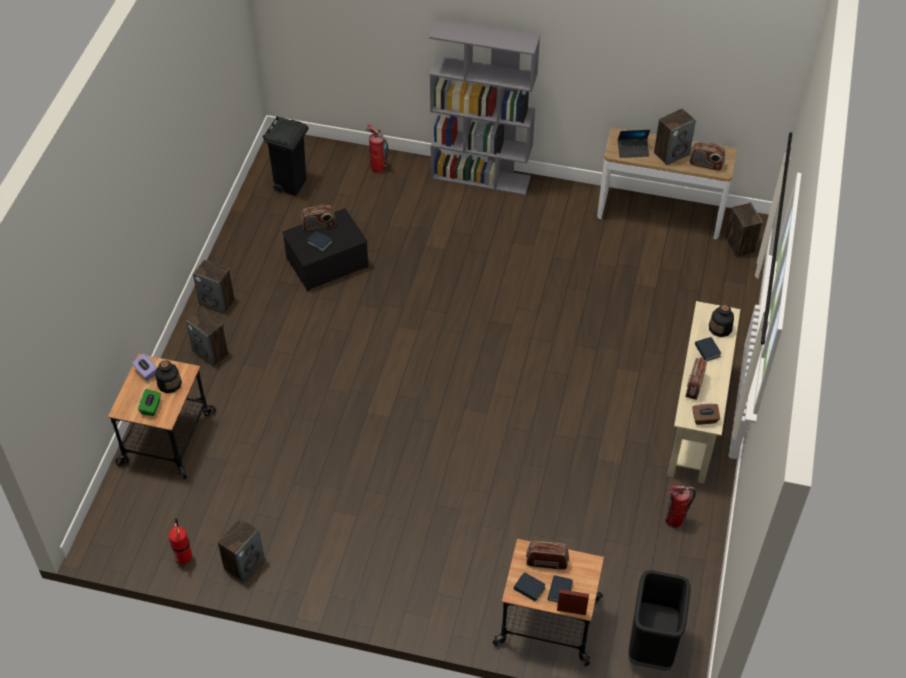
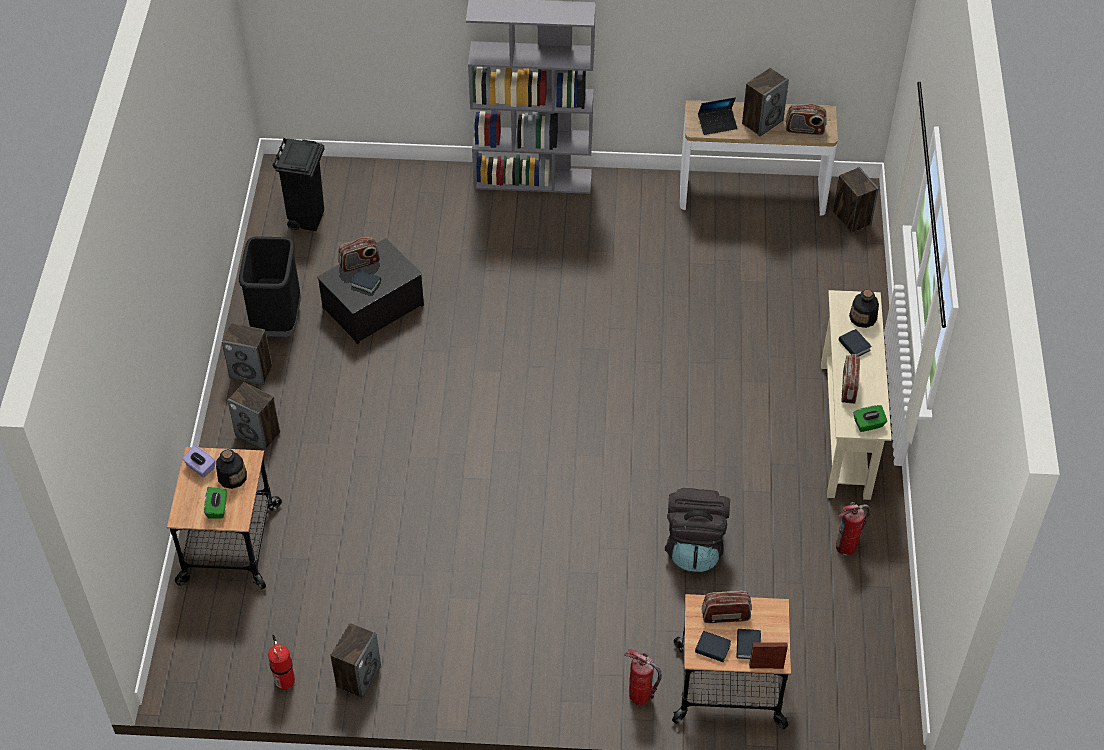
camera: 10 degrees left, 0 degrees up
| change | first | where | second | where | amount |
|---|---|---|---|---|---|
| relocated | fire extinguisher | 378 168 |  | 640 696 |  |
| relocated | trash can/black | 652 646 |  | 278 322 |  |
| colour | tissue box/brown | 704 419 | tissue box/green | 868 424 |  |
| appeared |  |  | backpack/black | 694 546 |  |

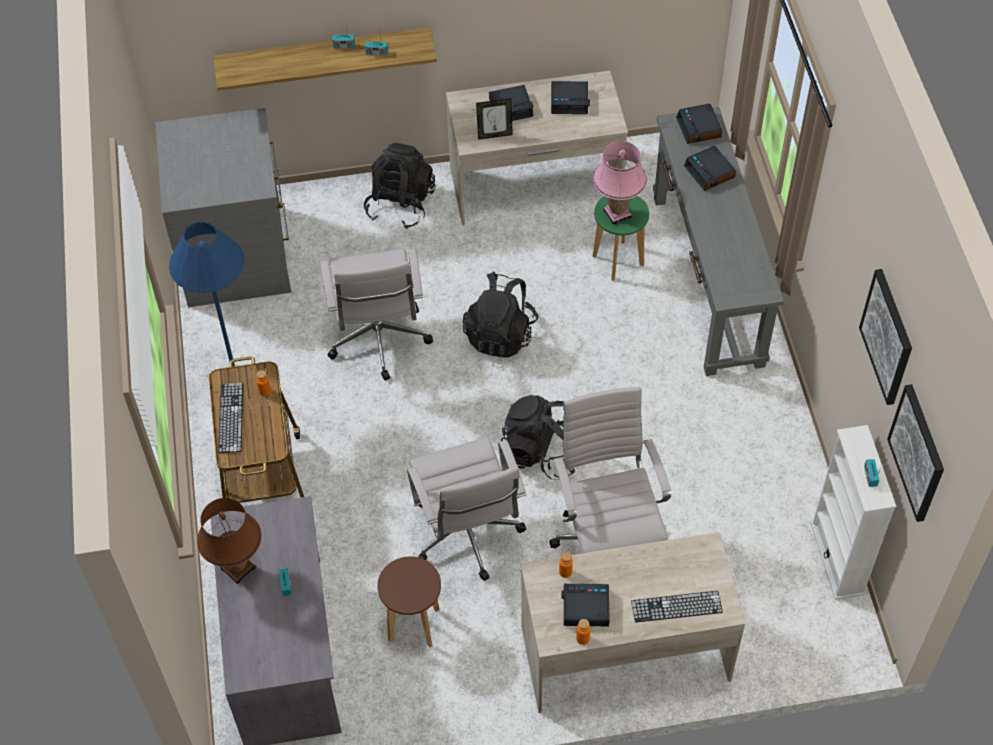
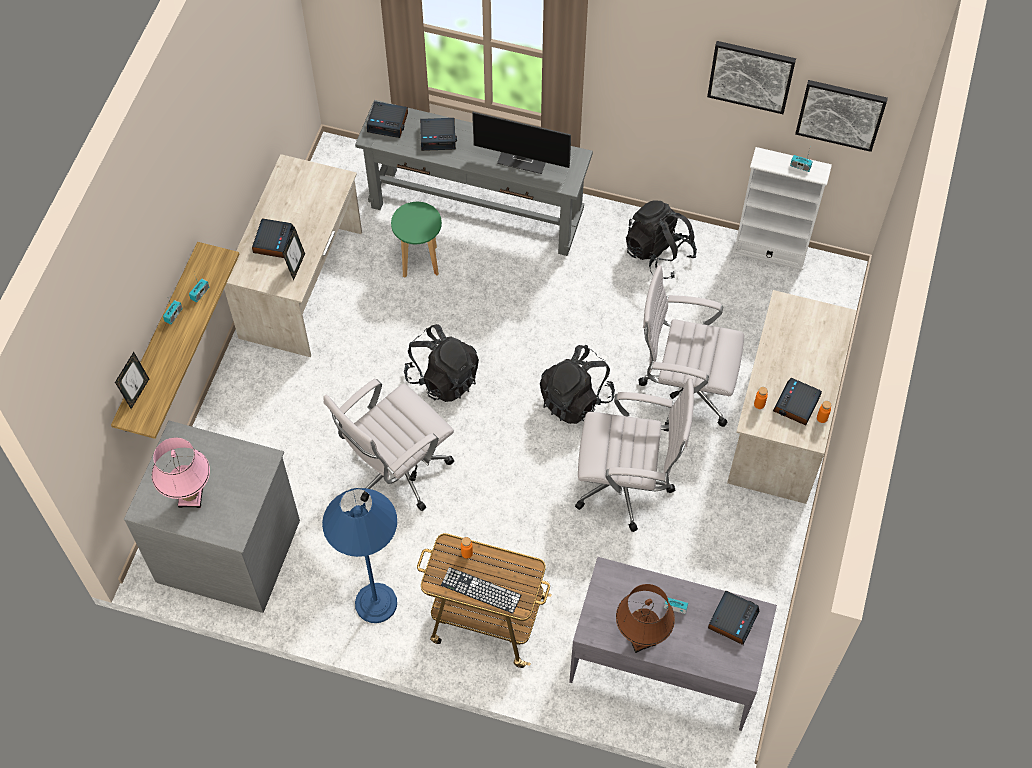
camera: 65 degrees left, 5 degrees up
| change | first | where | second | where | amount |
|---|---|---|---|---|---|
| spun | office chair/white | 379 342 |  | 396 472 | 120 degrees clockwise |
| relocated | backpack/black | 400 204 |  | 658 253 |  |
| missing | stool/brown | 414 624 |  |  |  |
| relocated | alarm clock | 569 101 |  | 732 619 |  |
| relocated | table lamp/pink | 617 213 |  | 190 497 |  |
| missing | keyboard | 676 606 |  |  |  |
| appeared |  |  | picture frame | 137 393 |  |
| appeared |  |  | monitor | 524 158 |  |

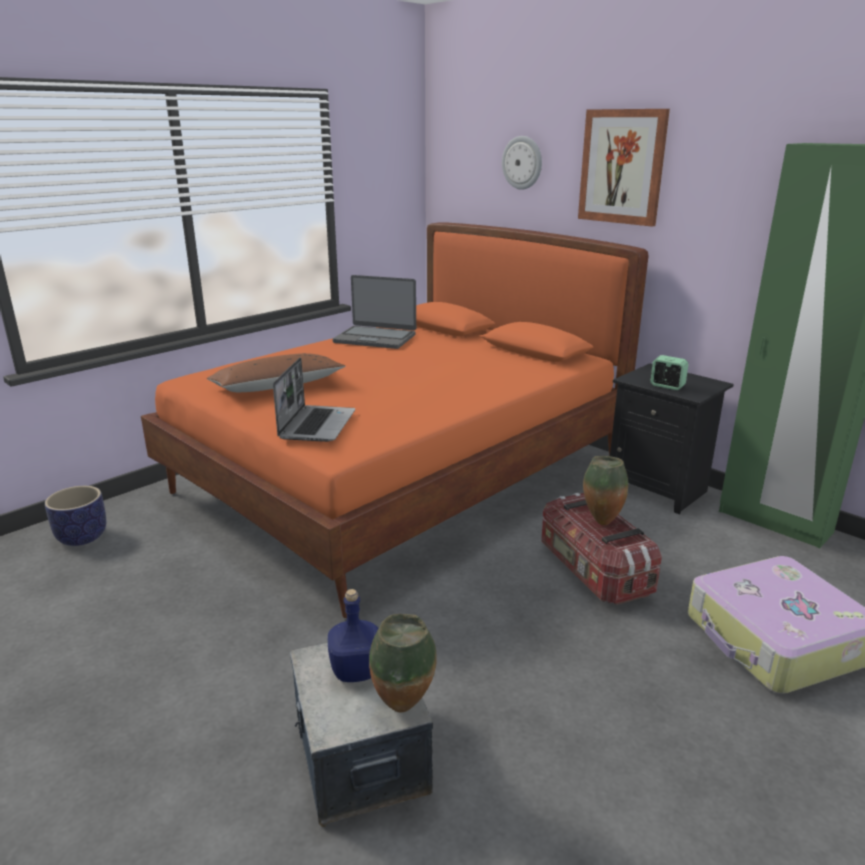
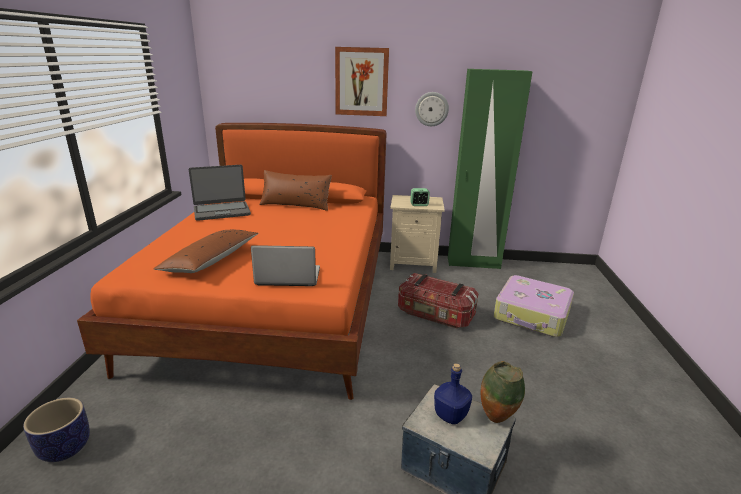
camera: 40 degrees left, 0 degrees up
| change | first | where | second | where | amount |
|---|---|---|---|---|---|
| spun | laptop | 317 424 |  | 287 277 | 60 degrees counterclockwise |
| relocated | wall clock | 522 162 |  | 431 109 |  |
| missing | vase | 600 521 |  |  |  |
| colour | nightstand/black | 658 488 | nightstand/beige | 413 263 |  |
| appeared |  |  | pillow/brown | 296 205 |  |

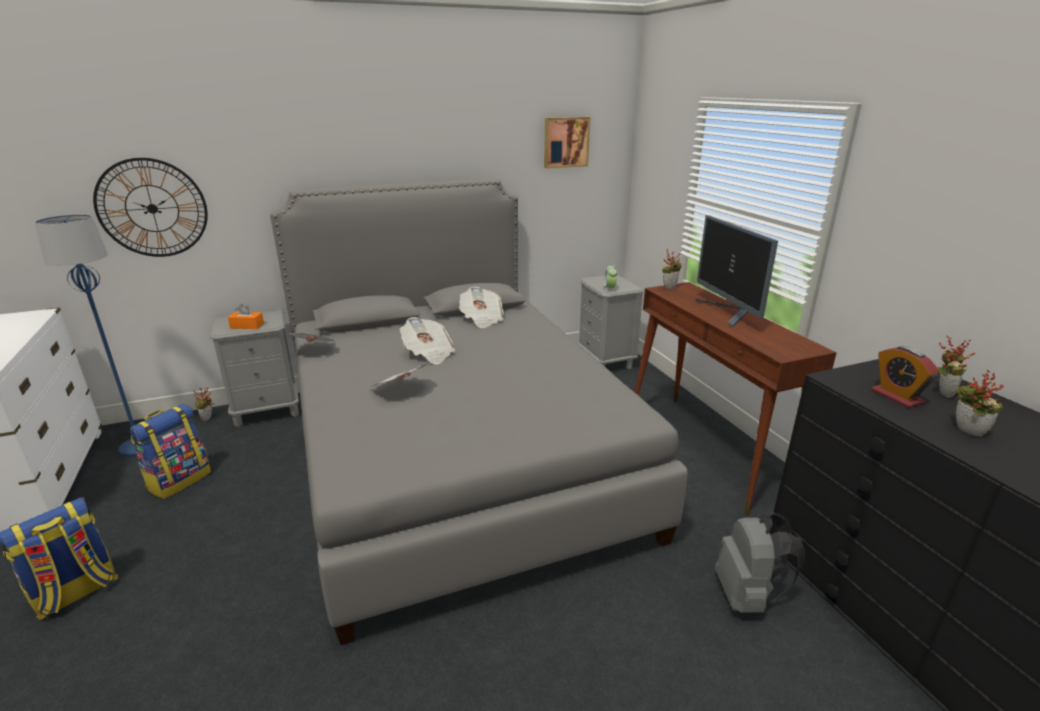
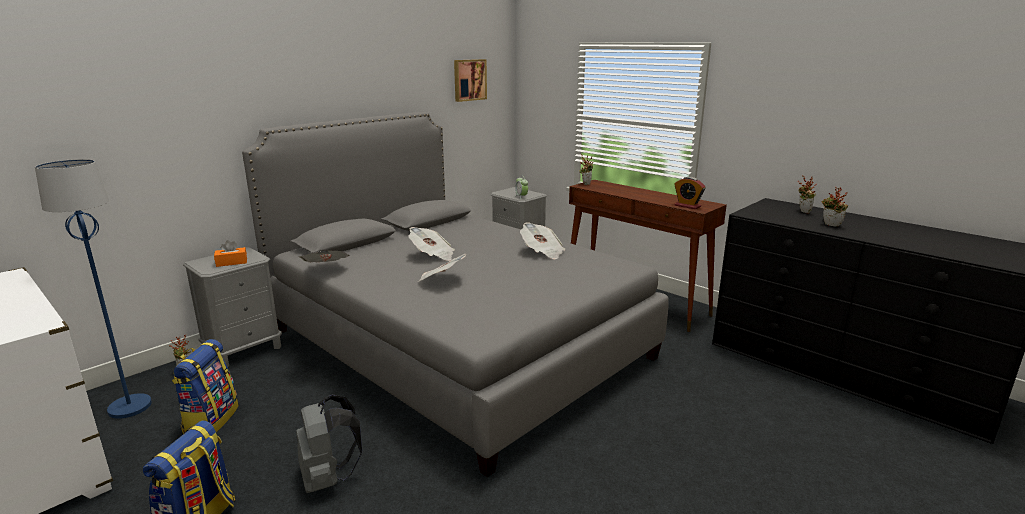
camera: 25 degrees left, 5 degrees down
| change | first | where | second | where | amount |
|---|---|---|---|---|---|
| missing | wall clock | 152 208 |  |  |  |
| relocated | newspaper | 481 319 |  | 542 252 |  |
| missing | monitor | 728 312 |  |  |  |
| relocated | backpack/grey | 747 596 |  | 328 478 |  |
| relocated | alarm clock | 896 397 |  | 687 206 |  |

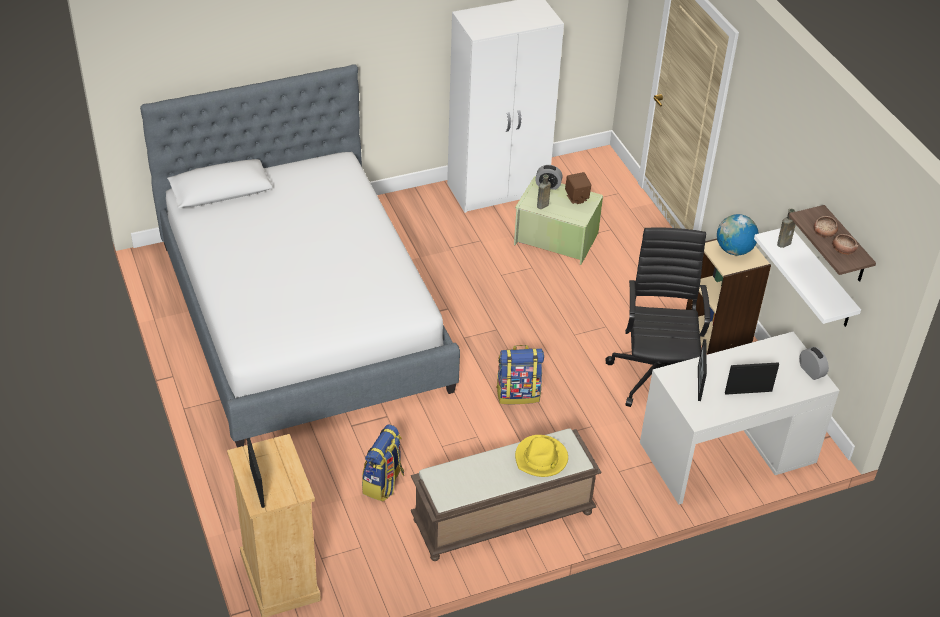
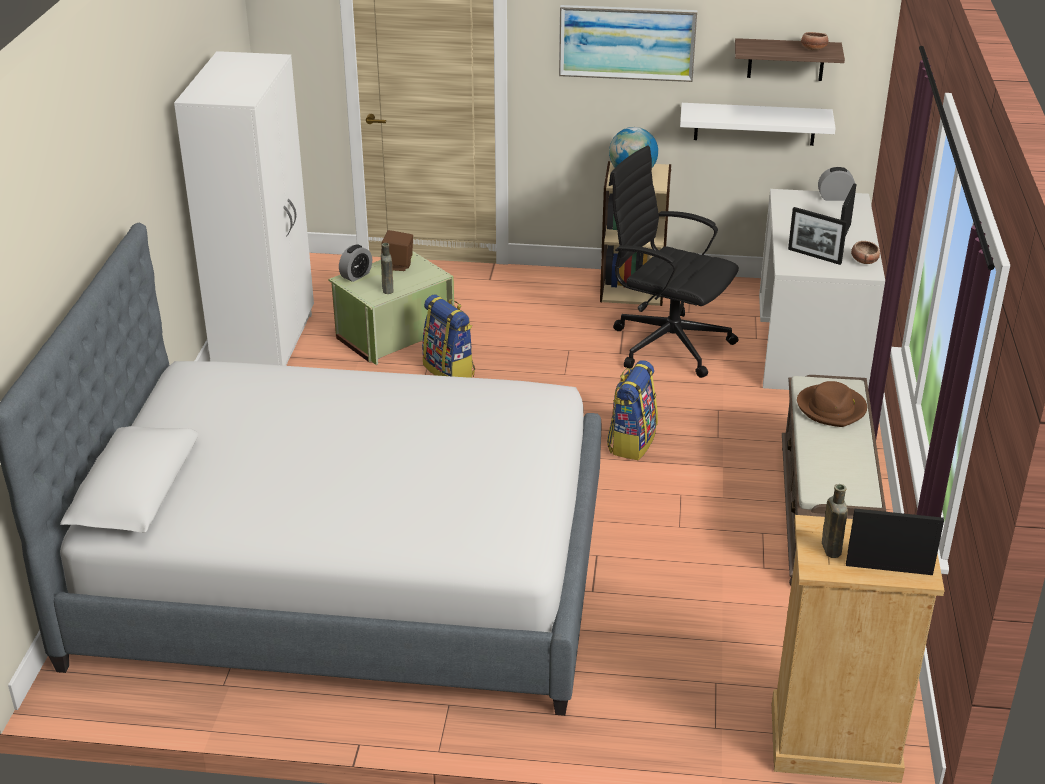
camera: 60 degrees left, 10 degrees down
| change | first | where | second | where | amount |
|---|---|---|---|---|---|
| relocated | backpack | 383 483 |  | 450 370 |  |
| colour | hat/yellow | 541 458 | hat/brown | 831 408 |  |
| relocated | bottle/brown | 784 243 |  | 830 547 |  |
| relocated | bowl | 824 233 |  | 864 261 |  |
| appeared |  |  | picture | 627 42 |  |

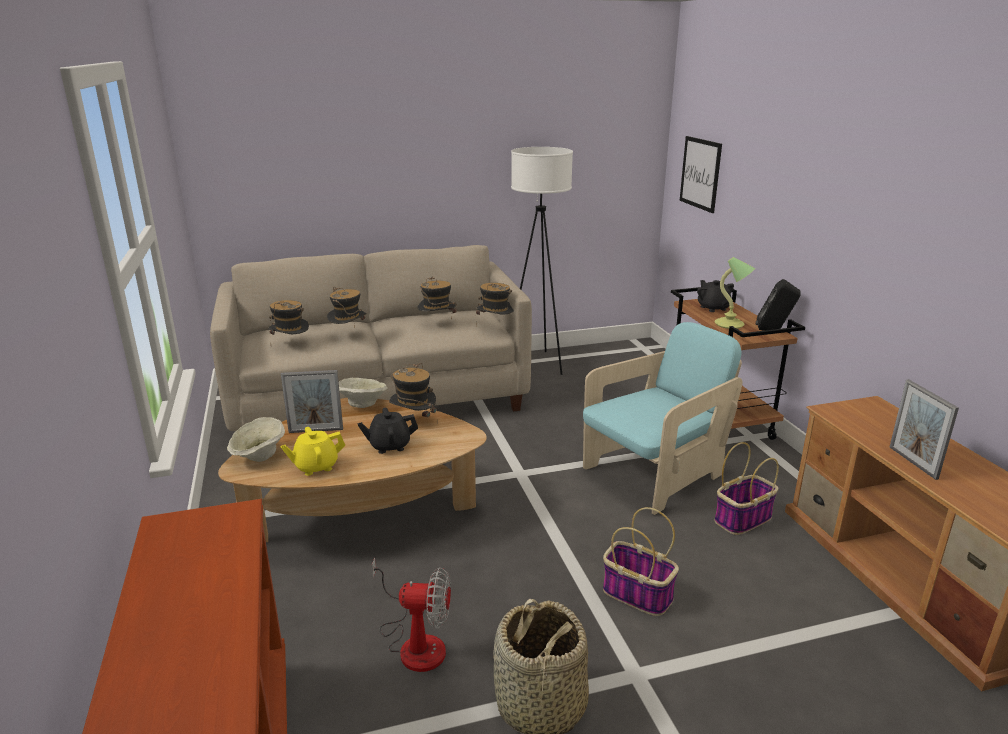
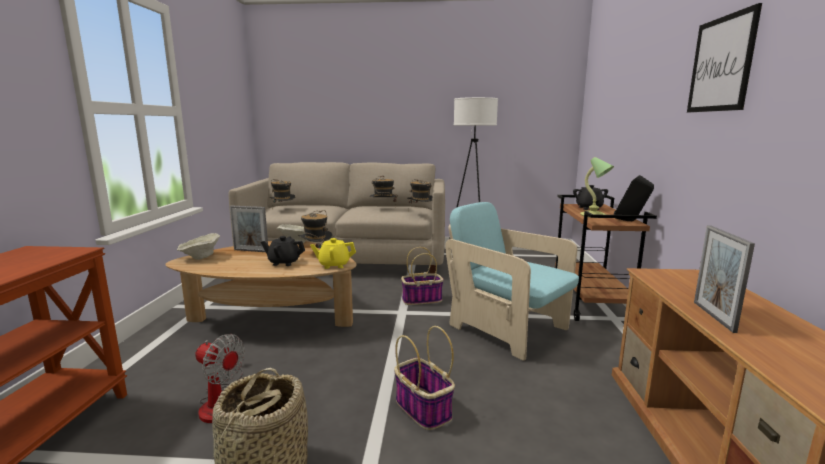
camera: 20 degrees right, 10 degrees down
| change | first | where | second | where | amount |
|---|---|---|---|---|---|
| relocated | teapot/yellow | 315 466 |  | 334 265 |  |
| missing | hat | 349 335 |  |  |  |
| spun | armchair/turquoise | 654 474 |  | 507 329 | 120 degrees counterclockwise |
| relocated | picture | 700 173 |  | 721 64 |  |
| relocated | basket | 743 519 |  | 422 299 |  |

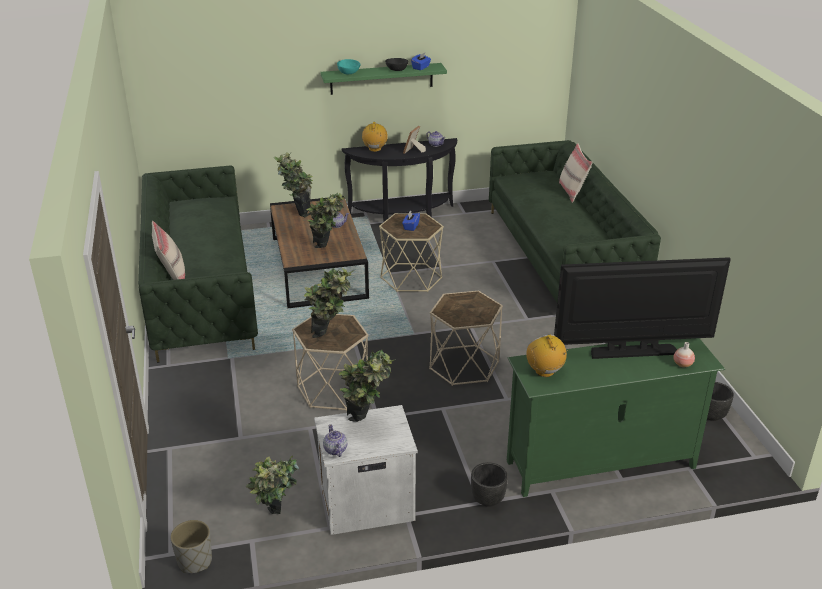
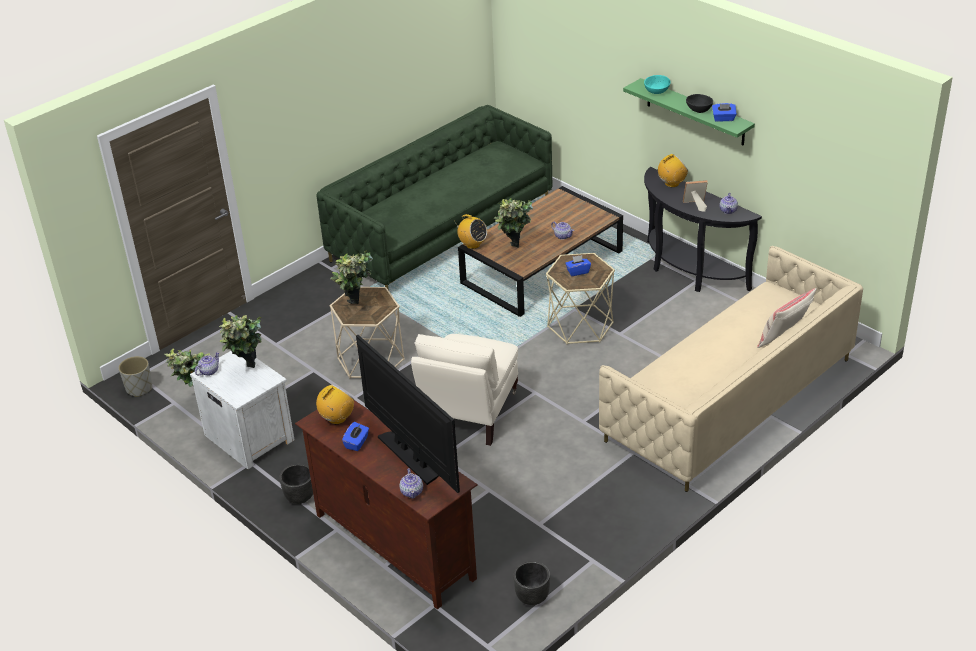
camera: 60 degrees right, 5 degrees up
| change | first | where | second | where | amount |
|---|---|---|---|---|---|
| missing | pillow/beige | 172 275 |  |  |  |
| missing | potted plant | 296 213 |  |  |  |
| exchanged | side table/beige | 464 365 | armchair/beige | 469 413 |  |
| colour | sofa/green | 562 257 | sofa/beige | 729 400 |  |
| colour | tv stand/green | 600 465 | tv stand/brown | 393 546 |  |
| exchanged | vase | 682 364 | teapot | 412 491 |  |
| appeared |  |  | tissue box/blue | 357 443 |  |
| appeared |  |  | radio | 472 245 |  |

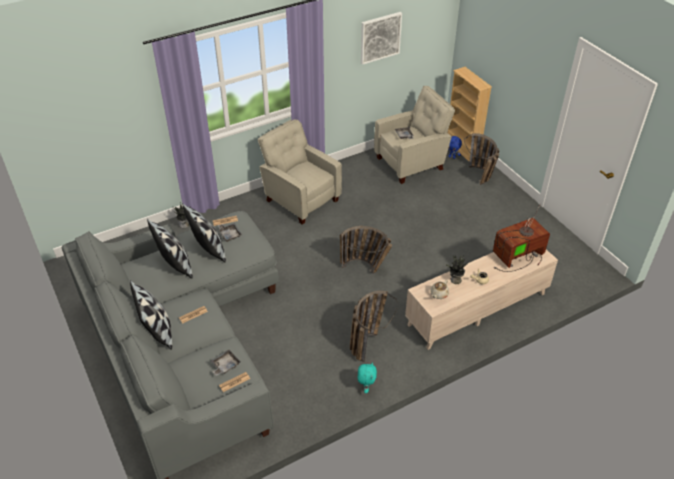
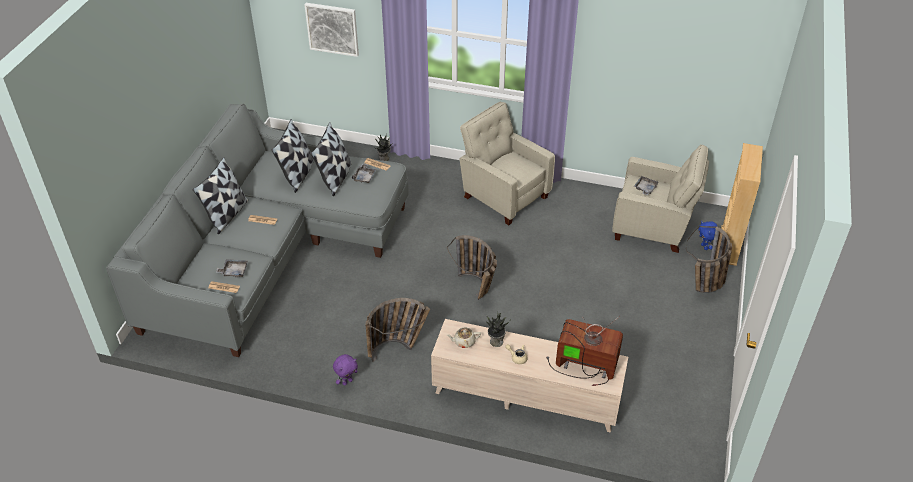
camera: 45 degrees right, 0 degrees up
| change | first | where | second | where | amount |
|---|---|---|---|---|---|
| spun | armchair/beige | 300 199 |  | 503 195 | 45 degrees counterclockwise |
| colour | plush toy/turquoise | 366 387 | plush toy/purple | 347 381 |  |
| relocated | picture | 380 37 |  | 332 29 |  |

